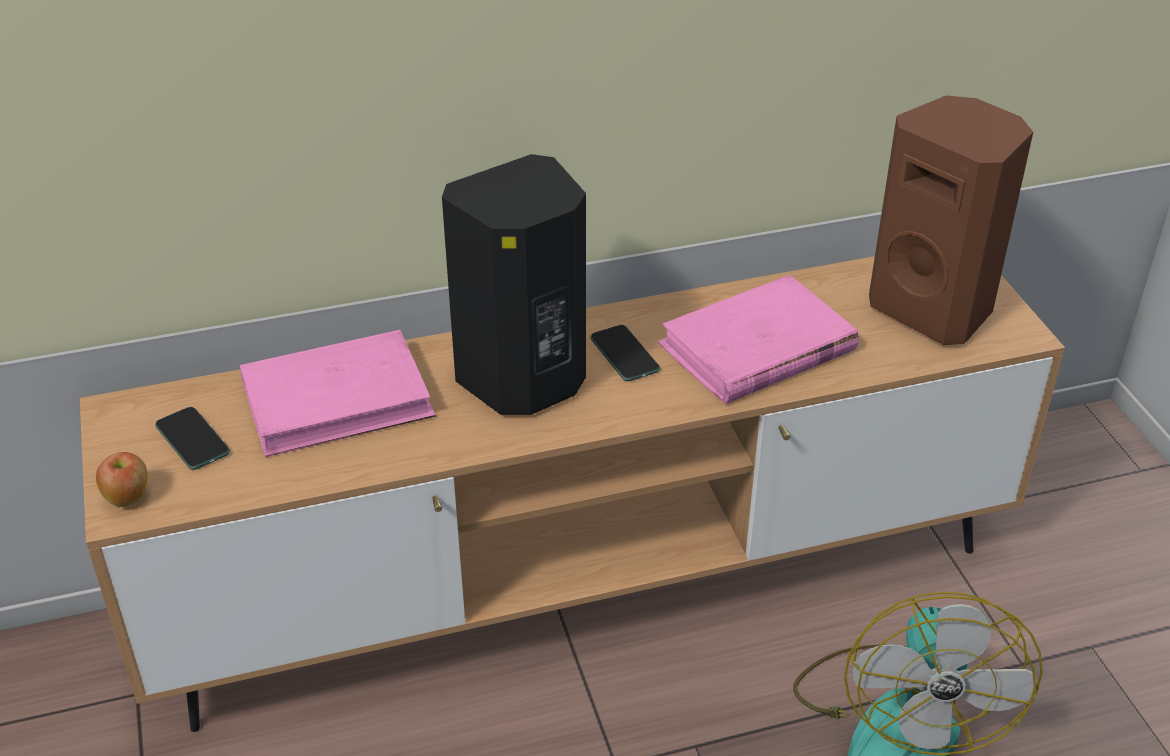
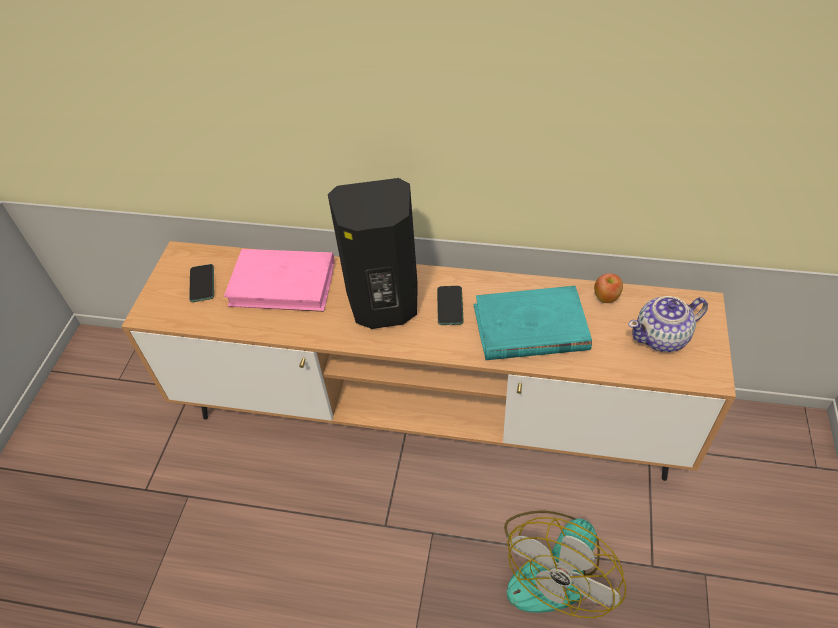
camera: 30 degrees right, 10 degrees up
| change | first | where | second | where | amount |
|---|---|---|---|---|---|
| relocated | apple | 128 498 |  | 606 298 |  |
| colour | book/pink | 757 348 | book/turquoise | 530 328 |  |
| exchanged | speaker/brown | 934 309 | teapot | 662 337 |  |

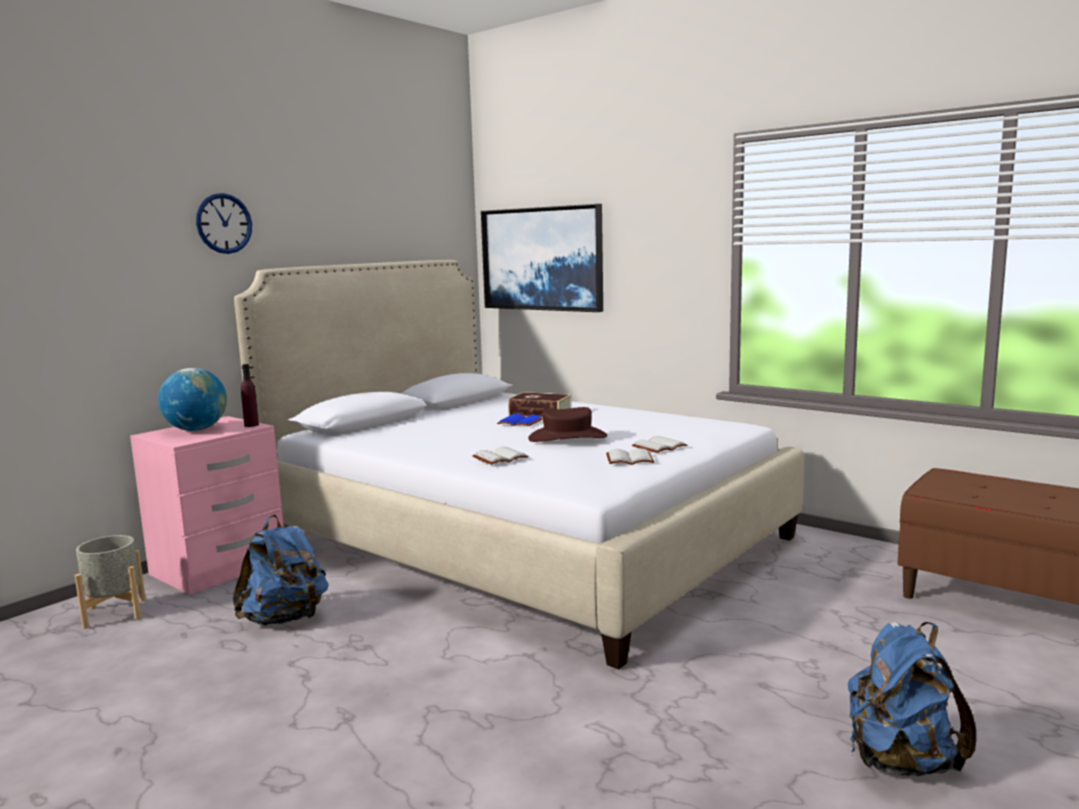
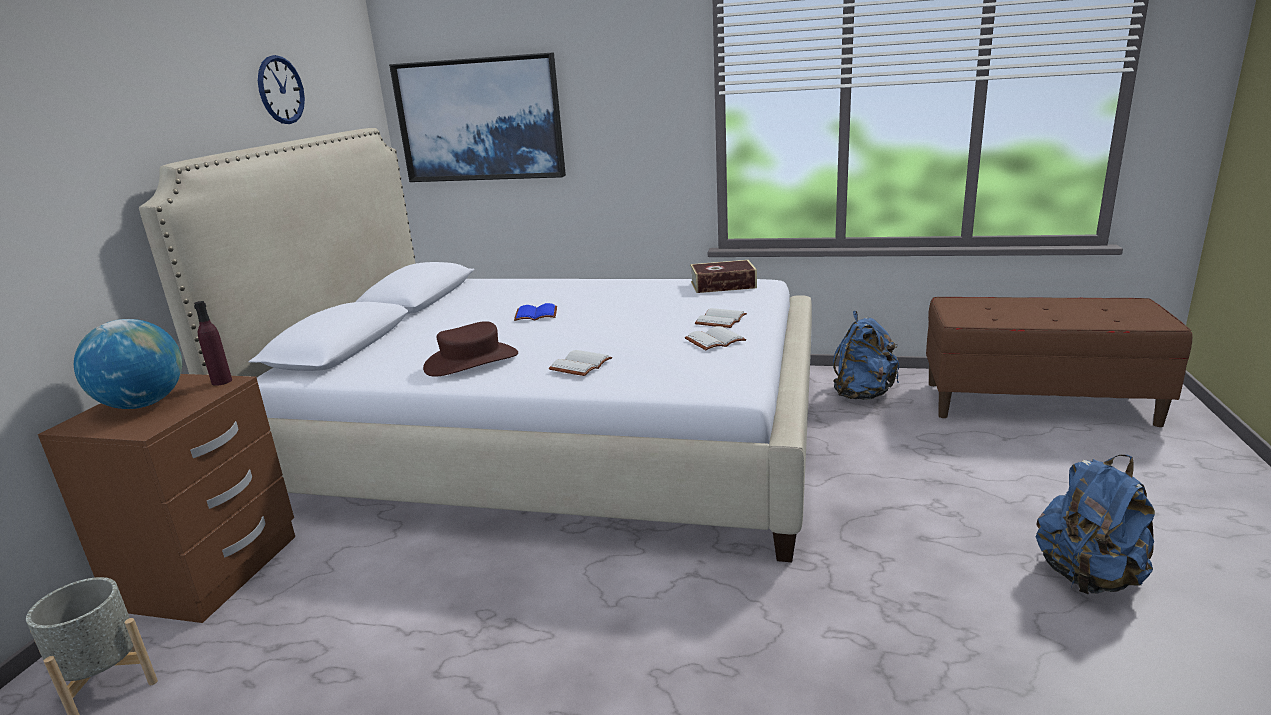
camera: 25 degrees left, 10 degrees up
| change | first | where | second | where | amount |
|---|---|---|---|---|---|
| colour | nightstand/pink | 219 568 | nightstand/brown | 211 572 |  |
| relocated | wall clock | 224 223 |  | 281 90 |  |
| relocated | backpack/blue | 285 619 |  | 862 394 |  |
| relocated | book | 540 413 |  | 723 285 |  |
| relocated | hat/brown | 567 437 |  | 471 361 |  |

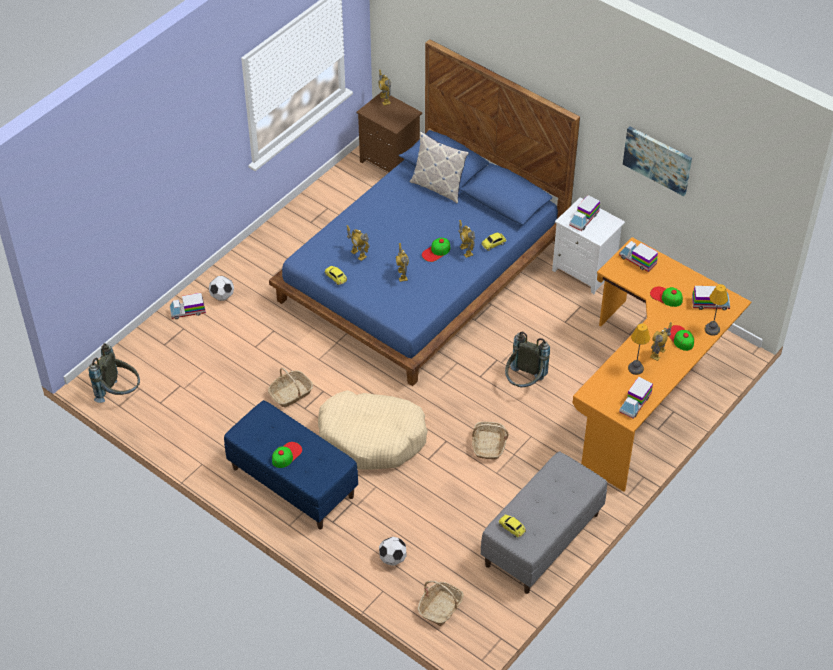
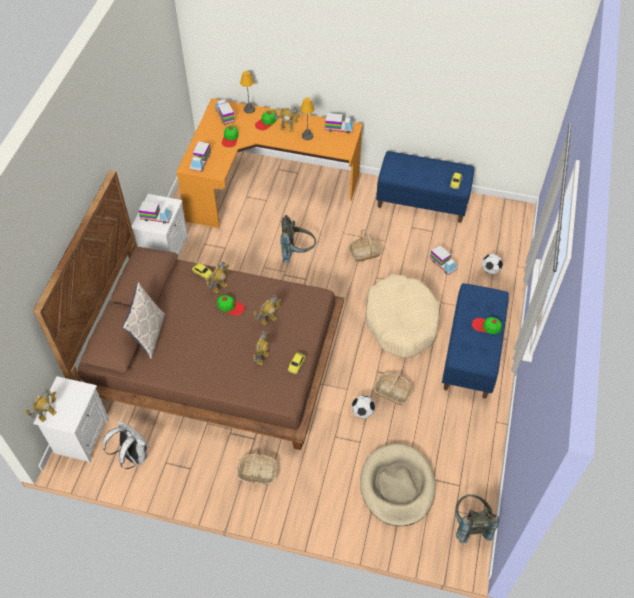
camera: 115 degrees left, 5 degrees up
| change | first | where | second | where | amount |
|---|---|---|---|---|---|
| relocated | toy truck | 188 311 |  | 443 264 |  |
| relocated | football | 222 296 |  | 362 412 |  |
| colour | bed/blue | 422 272 | bed/brown | 215 356 |  |
| colour | nightstand/brown | 391 162 | nightstand/white | 81 435 |  |
| relocated | basket | 440 608 |  | 257 473 |  |
| colour | bench/grey | 542 540 | bench/blue | 422 201 |  |
| missing | picture | 657 160 |  |  |  |
| appeared |  |  | backpack/white | 133 456 |  |
| appeared |  |  | dog bed/beige | 397 486 |  |

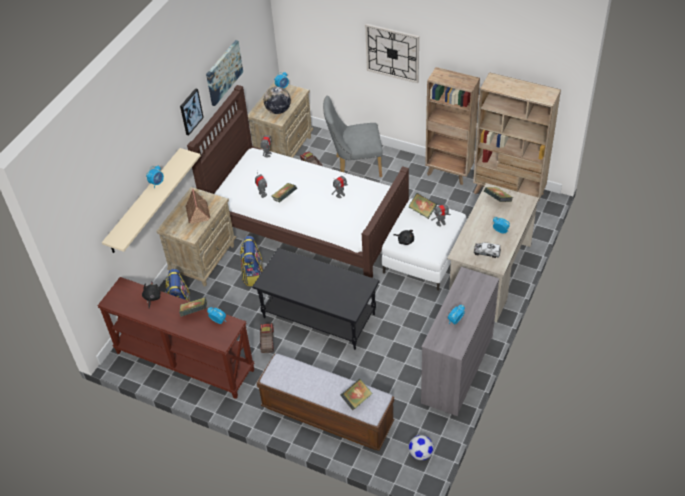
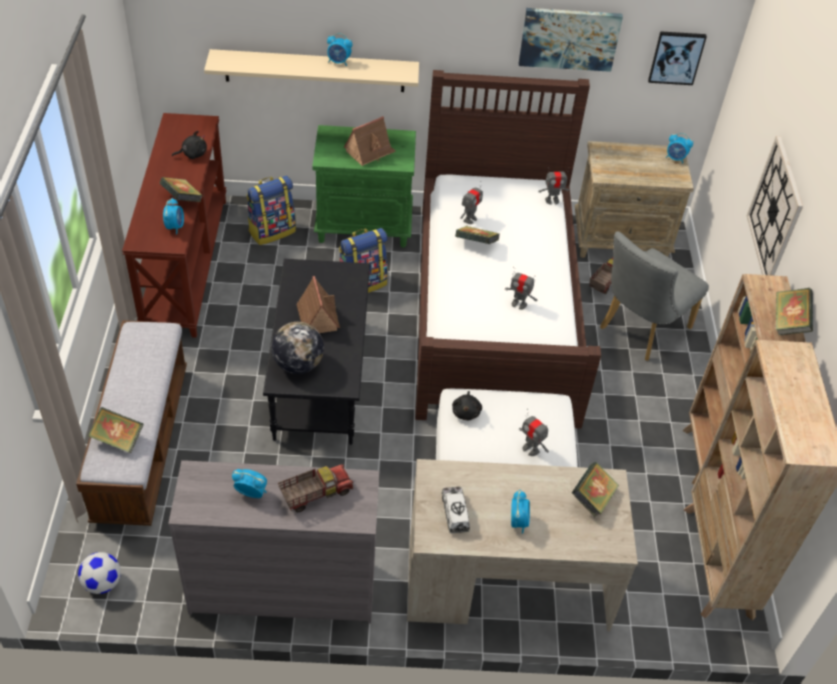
camera: 60 degrees right, 0 degrees up
| change | first | where | second | where | amount |
|---|---|---|---|---|---|
| colour | nightstand/beige | 204 259 | nightstand/green | 365 226 |  |
| relocated | picture | 190 111 |  | 676 57 |  |
| relocated | toy truck | 267 342 |  | 315 494 |  |
| relocated | globe | 278 110 |  | 298 364 |  |
| spun | chair/grey | 354 166 |  | 639 330 | 105 degrees counterclockwise |
| relocated | book | 422 211 |  | 789 322 |  |
| appeared |  |  | toy house | 317 317 |  |

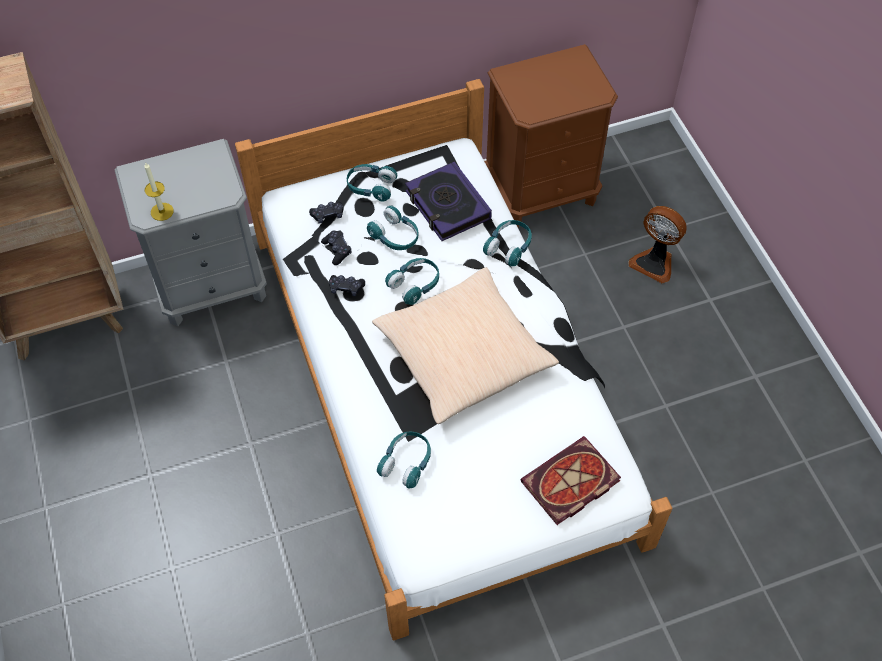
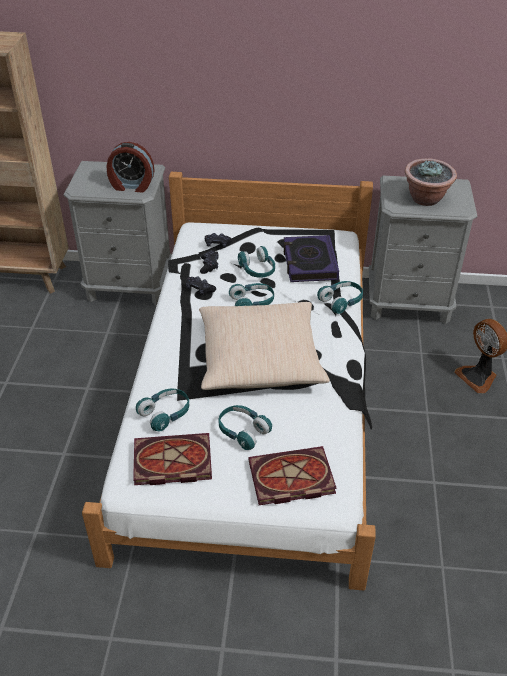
camera: 25 degrees right, 15 degrees down
| change | first | where | second | where | amount |
|---|---|---|---|---|---|
| missing | candle | 162 211 |  |  |  |
| relocated | headphones/turquoise | 371 187 |  | 242 431 |  |
| colour | nightstand/brown | 542 191 | nightstand/grey | 409 303 |  |
| appeared |  |  | alarm clock | 132 186 |  |
| appeared |  |  | book | 170 462 |  |
| appeared |  |  | potted plant | 426 199 |  |

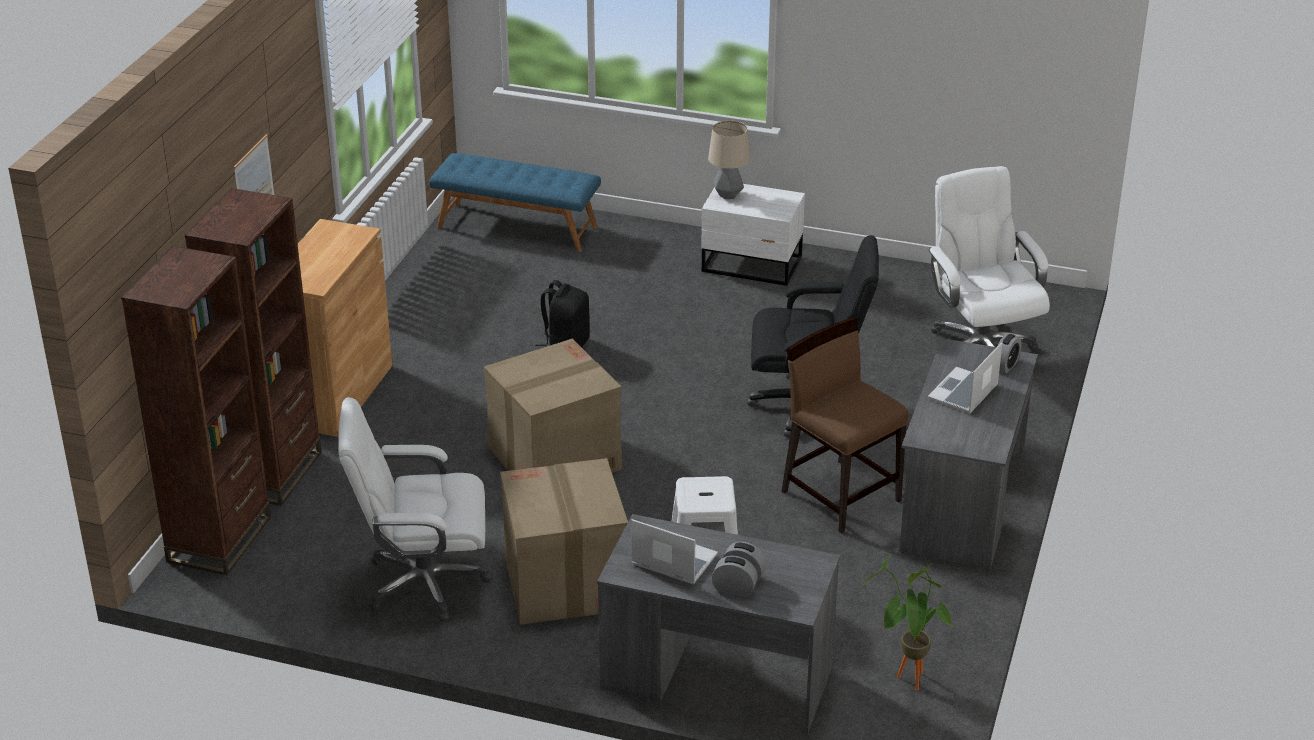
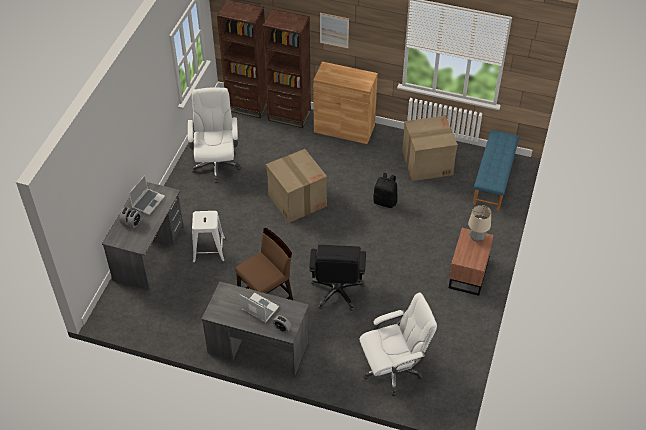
camera: 90 degrees right, 15 degrees up
| change | first | where | second | where | amount |
|---|---|---|---|---|---|
| relocated | cardboard box | 565 583 |  | 426 163 |  |
| colour | nightstand/white | 752 265 | nightstand/brown | 467 274 |  |
| missing | potted plant | 906 682 |  |  |  |

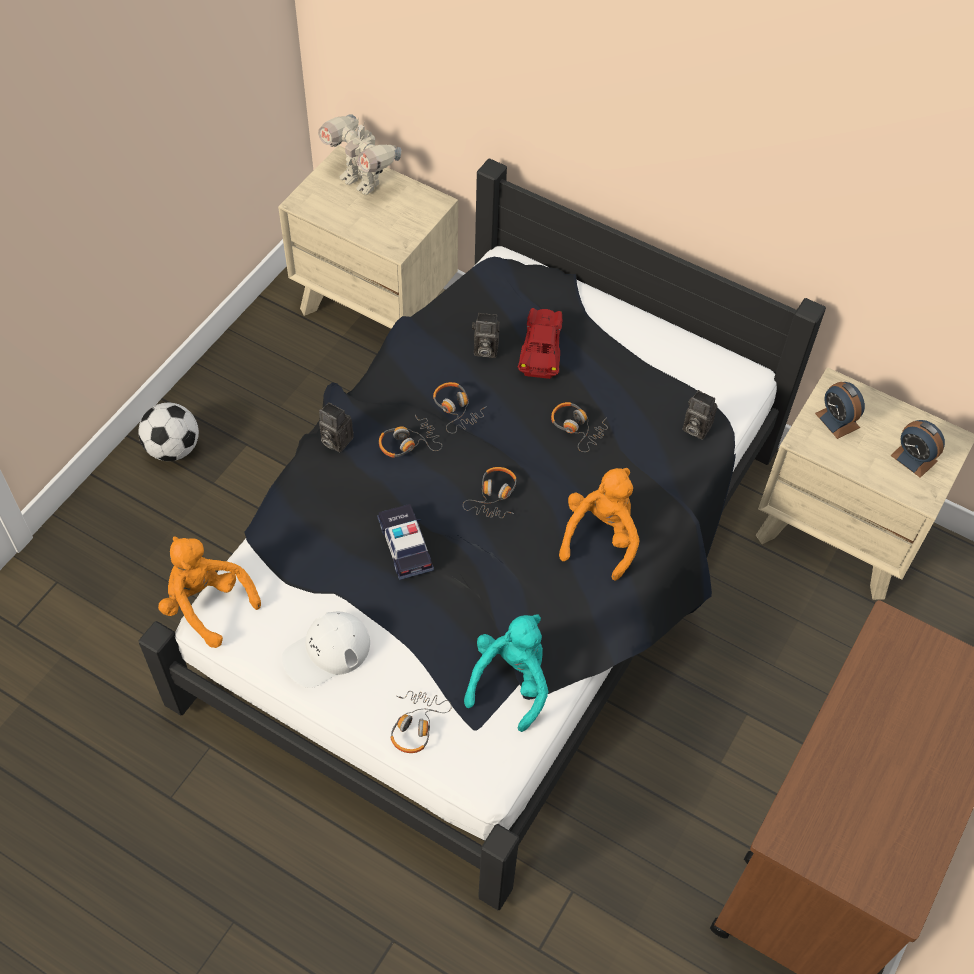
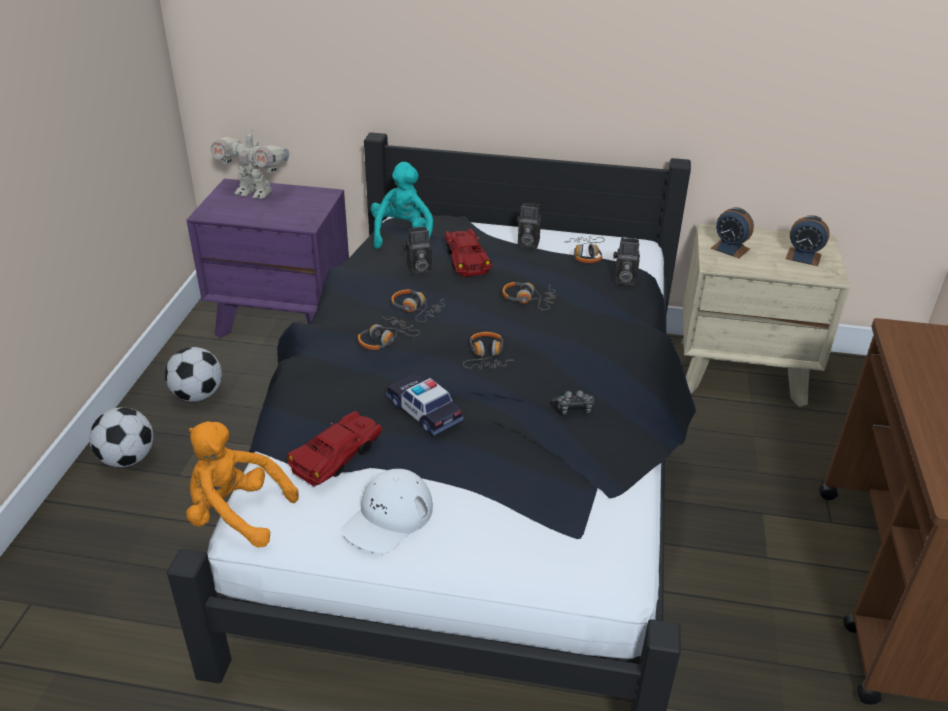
camera: 20 degrees left, 20 degrees down
| change | first | where | second | where | amount |
|---|---|---|---|---|---|
| colour | nightstand/beige | 376 306 | nightstand/purple | 283 319 |  |
| relocated | photo camera | 335 440 |  | 527 243 |  |
| relocated | headphones | 416 725 |  | 586 254 |  |
| relocated | plush toy/turquoise | 511 682 |  | 402 235 |  |
| missing | plush toy/orange | 601 537 |  |  |  |
| appeared |  |  | football | 198 395 |  |
| appeared |  |  | toy car/red | 338 456 |  |
| appeared |  |  | game controller | 573 408 |  |

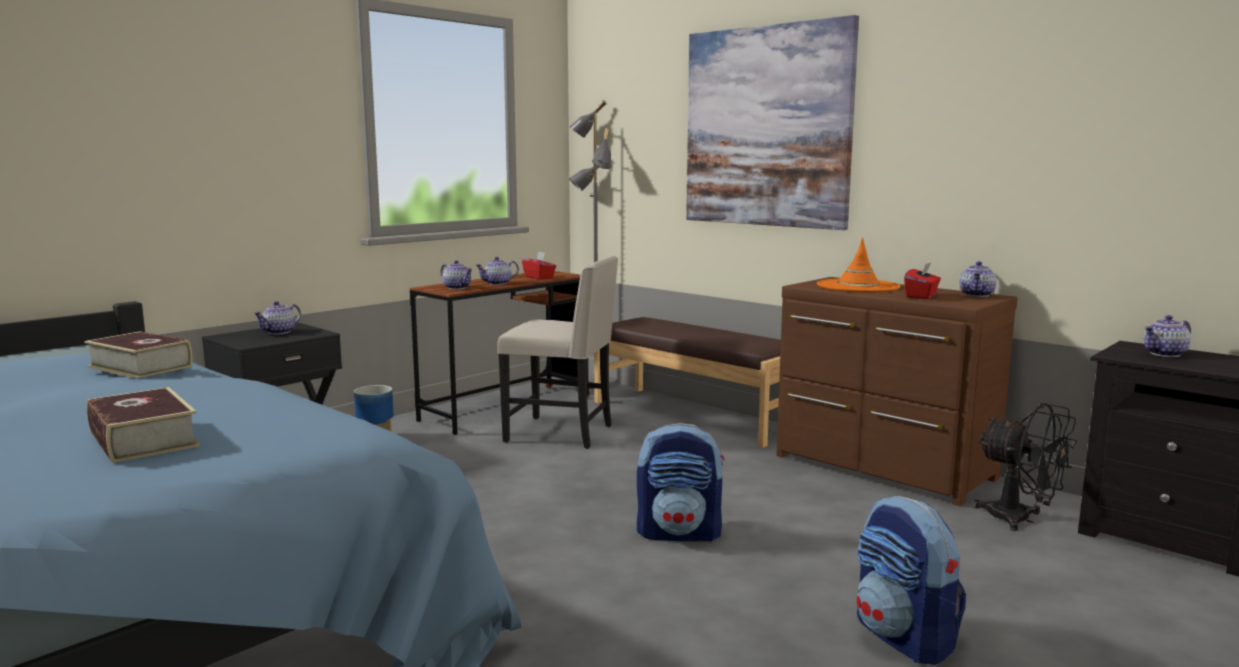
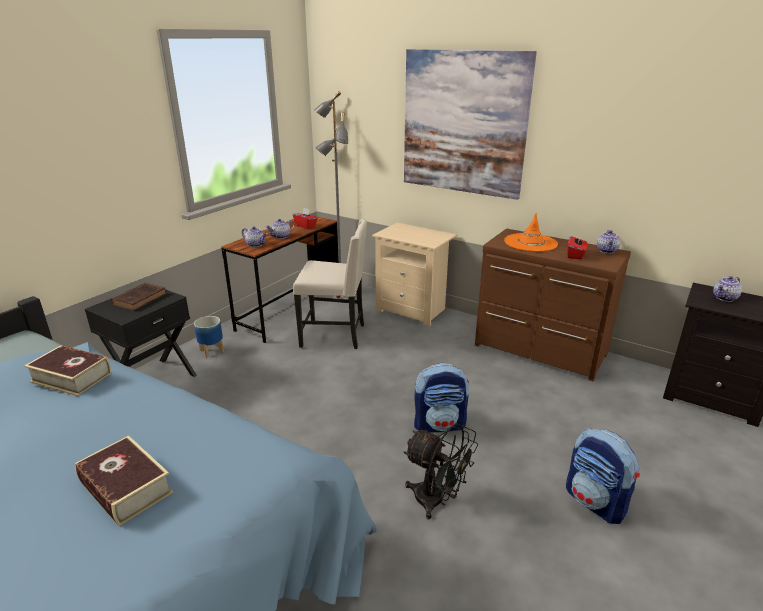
camera: 10 degrees left, 15 degrees up
| change | first | where | second | where | amount |
|---|---|---|---|---|---|
| exchanged | teapot | 279 332 | book/brown | 141 298 |  |
| exchanged | bench/brown | 695 415 | nightstand/beige | 413 310 |  |
| relocated | fan/black | 1020 519 |  | 436 501 |  |

